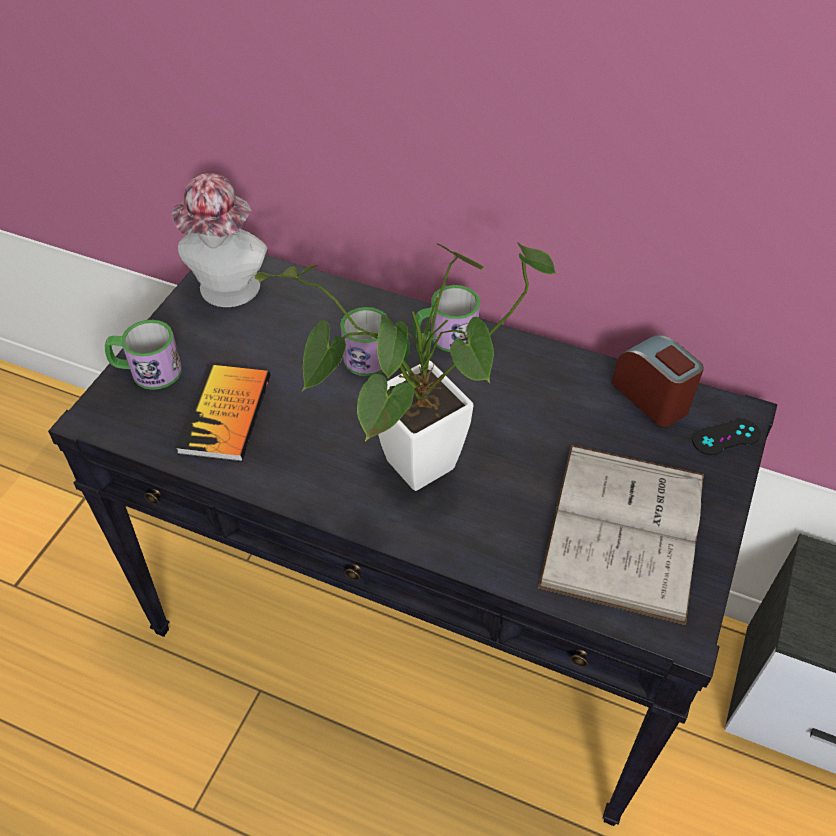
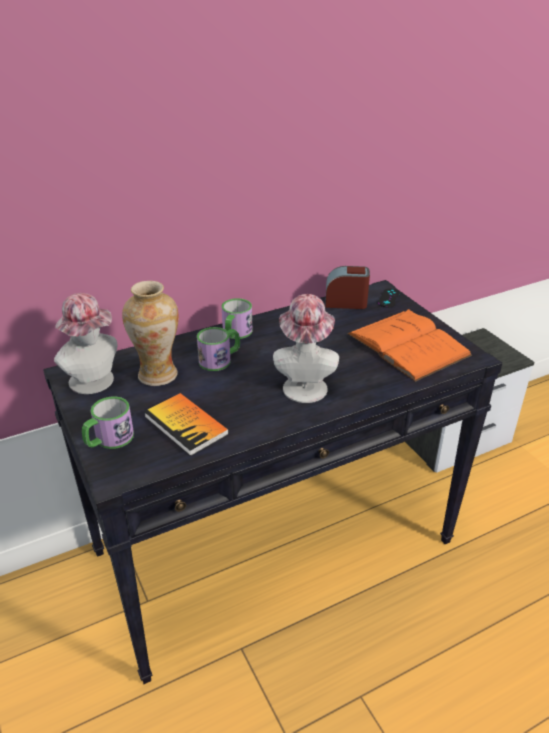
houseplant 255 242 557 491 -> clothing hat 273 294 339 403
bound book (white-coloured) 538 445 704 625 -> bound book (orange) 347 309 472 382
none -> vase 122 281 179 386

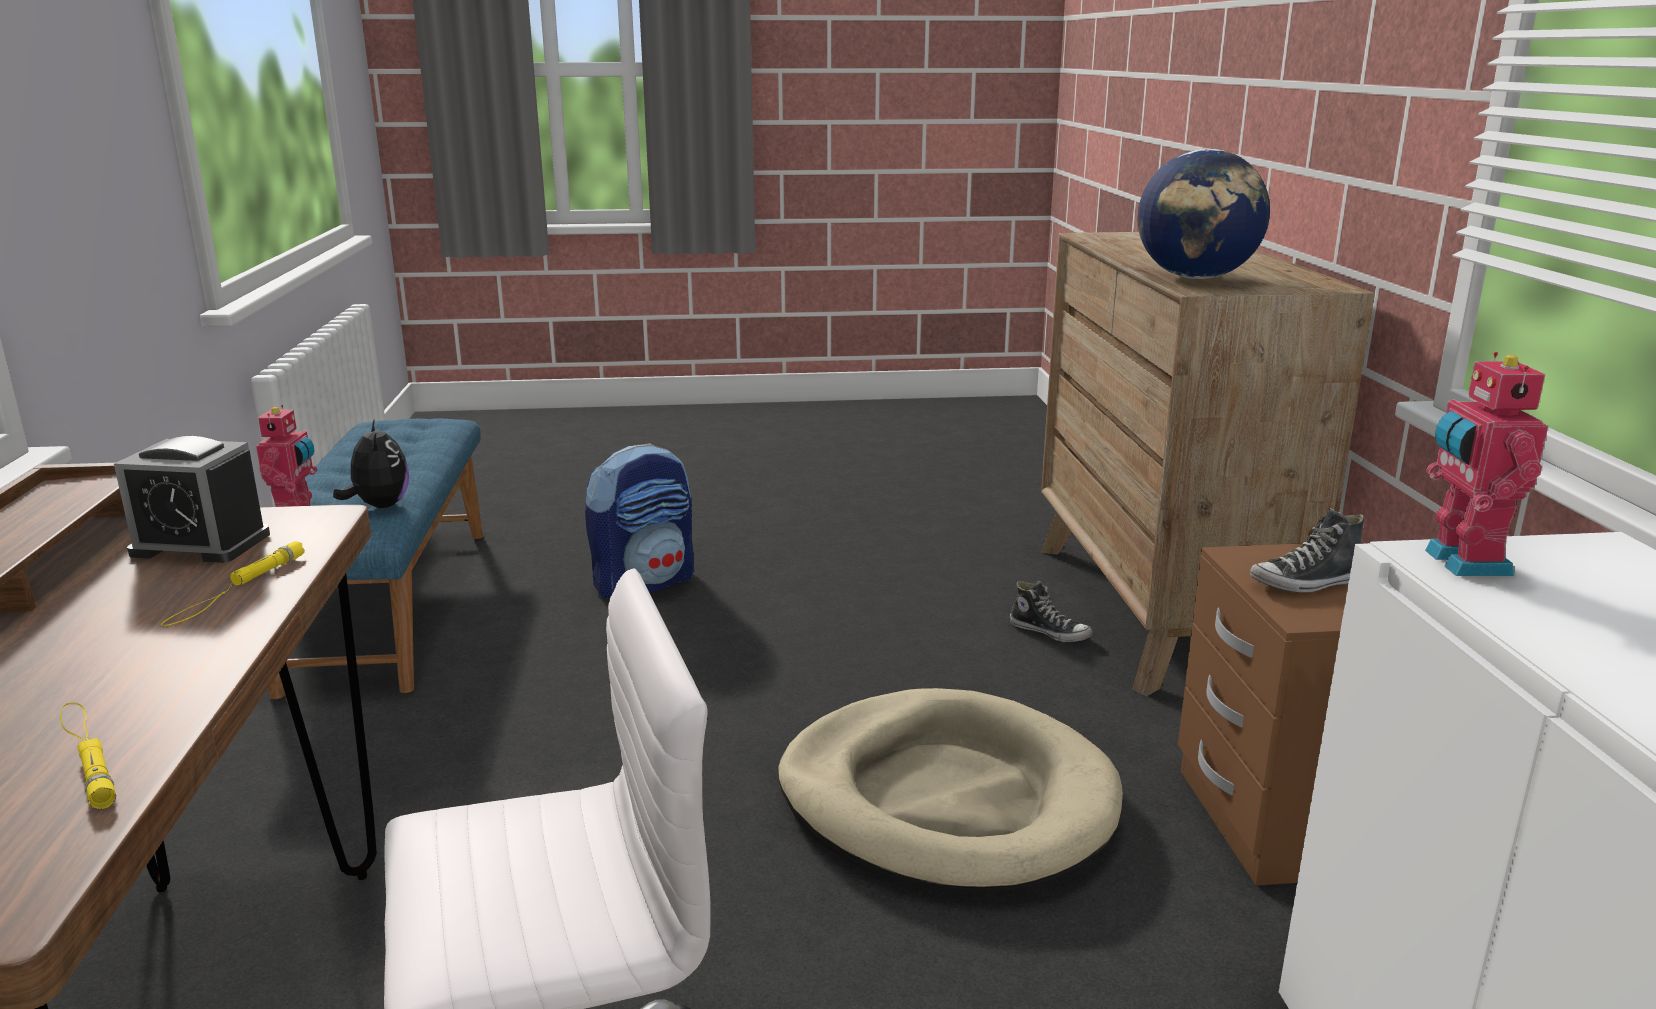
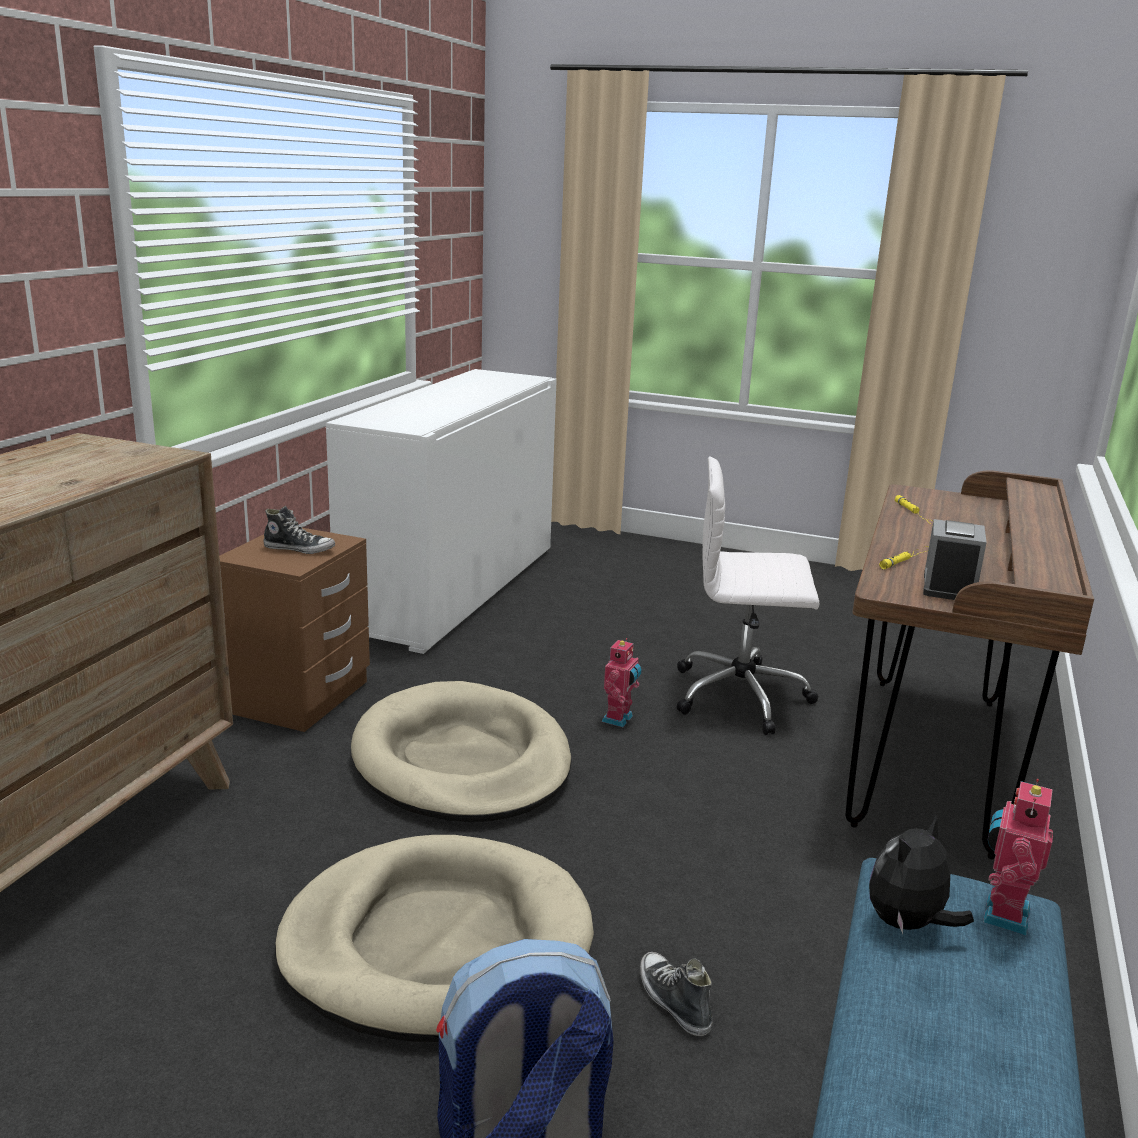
bedside clock 114 436 270 563 -> bedside clock 923 519 987 600, 105 degrees counterclockwise
plush toy 333 419 409 508 -> plush toy 869 815 974 934, 45 degrees clockwise
item of footwear 1010 581 1093 642 -> item of footwear 640 952 712 1036, relocated
world globe 1137 149 1270 279 -> none
model robot 1425 352 1548 576 -> model robot 602 638 642 727, relocated
none -> dog bed (sand-coloured) 275 835 594 1042

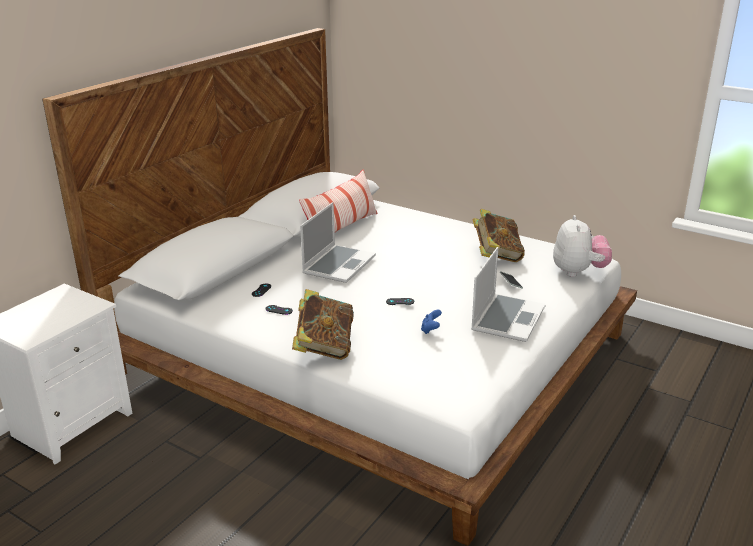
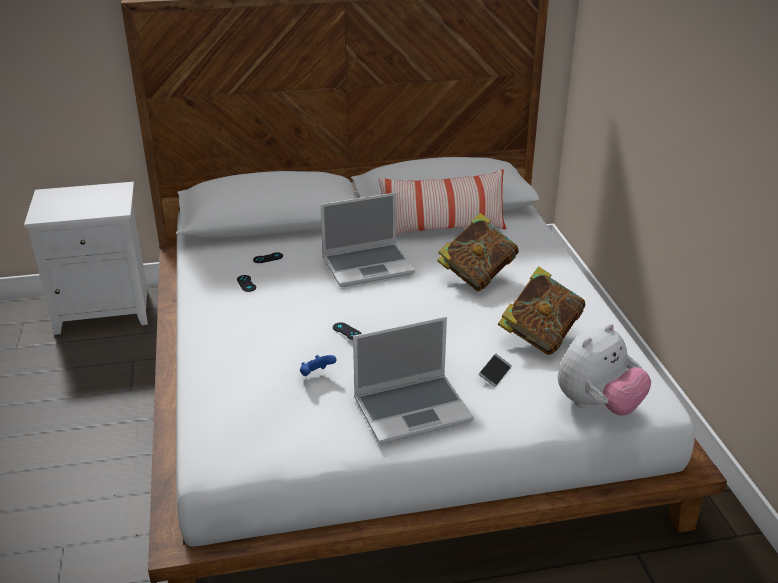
bound book 292 289 354 360 -> bound book 438 213 519 291, relocated

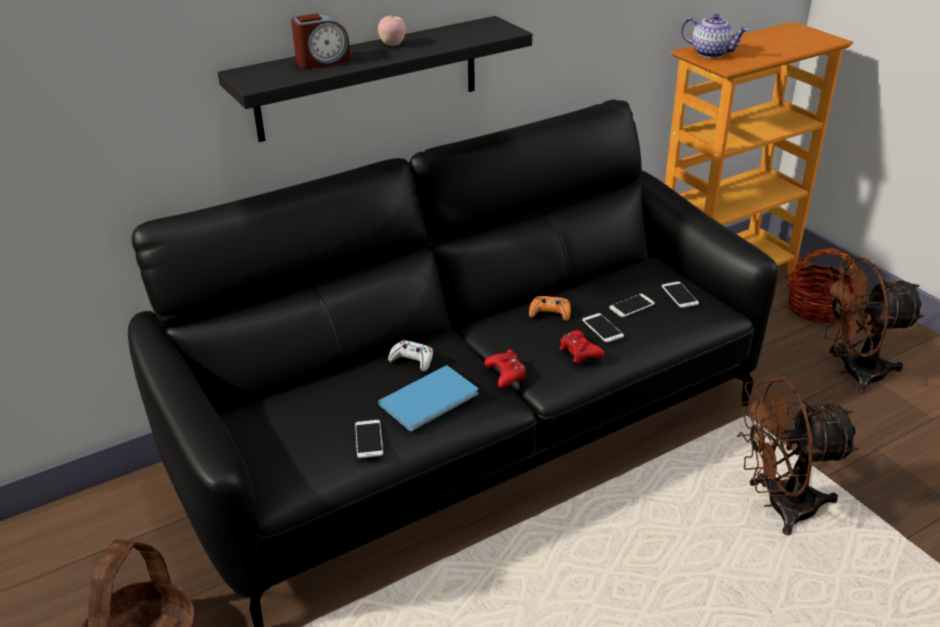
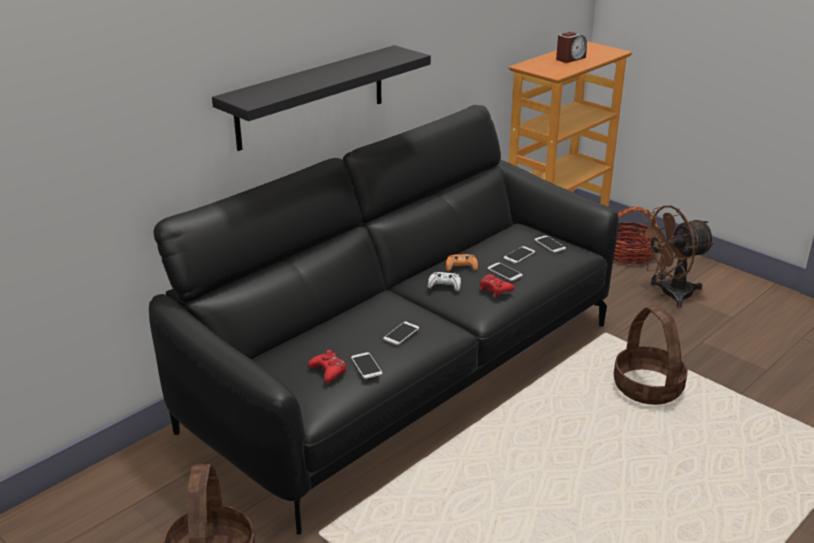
bedside clock 291 14 351 69 -> bedside clock 556 32 587 63, relocated
whole apple 378 12 406 46 -> none
bound book (bluish) 378 365 478 431 -> phone 383 322 419 345
gamepad (white-coloured) 388 340 433 371 -> gamepad (white-coloured) 428 272 461 291, relocated
gamepad (red-coloured) 484 350 526 388 -> gamepad (red-coloured) 308 350 346 383, relocated
teapot 681 14 748 58 -> none
cooling fan (brown) 737 376 859 536 -> household basket 614 305 688 405

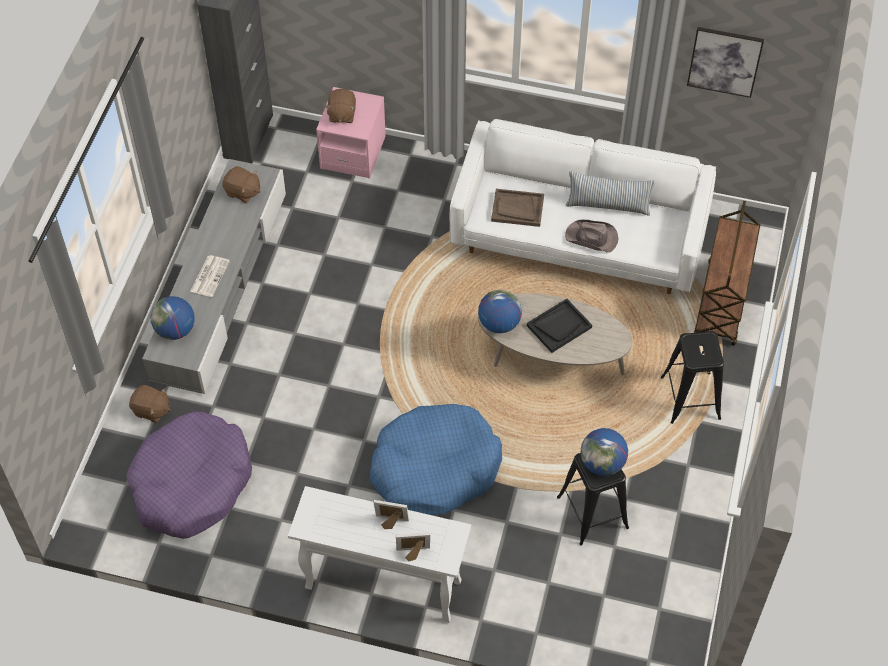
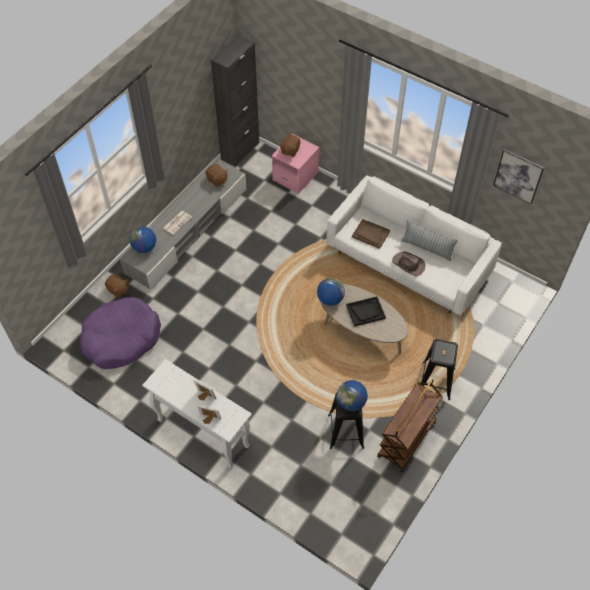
dog bed (bluish) 370 404 502 515 -> none
cart (brown) 694 201 760 346 -> cart (brown) 377 379 443 472, relocated

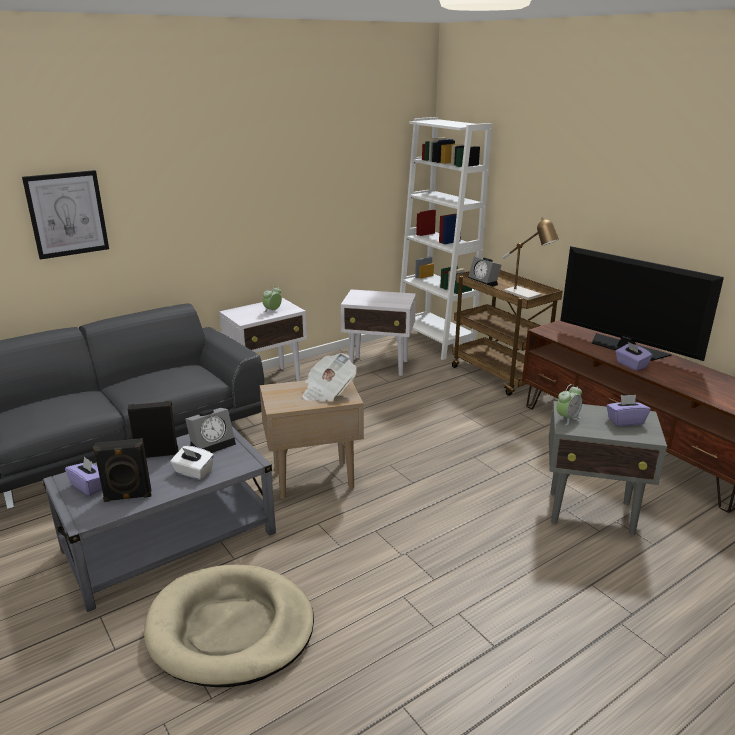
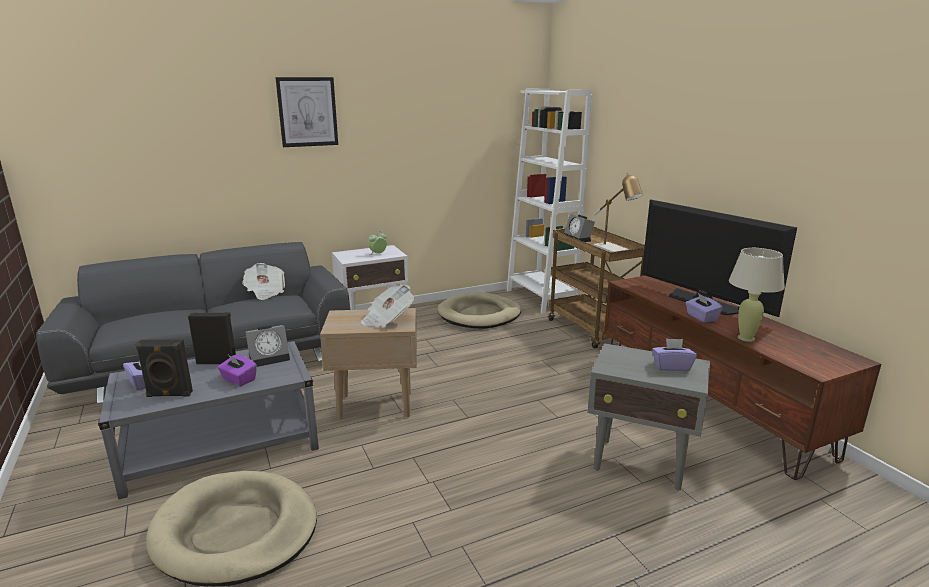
wall art 22 170 109 260 -> wall art 275 77 338 147, relocated
tissue holder (white-coloured) 170 446 214 480 -> tissue holder (purple) 217 355 257 386
end table (white-coloured) 341 289 416 376 -> dog bed (sand-coloured) 438 292 522 328
bedside clock 557 384 582 425 -> none
none -> daily paper 242 263 285 300
none -> lamp for a table (sand-coloured) 729 248 785 342

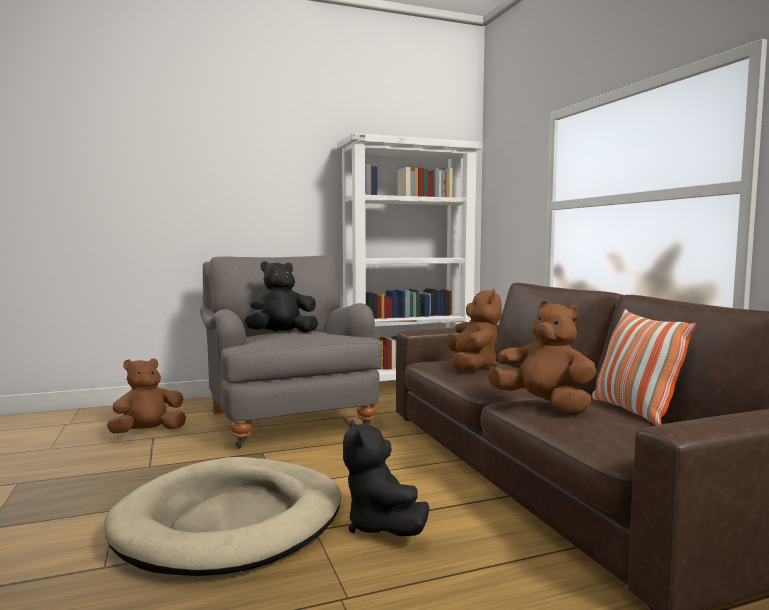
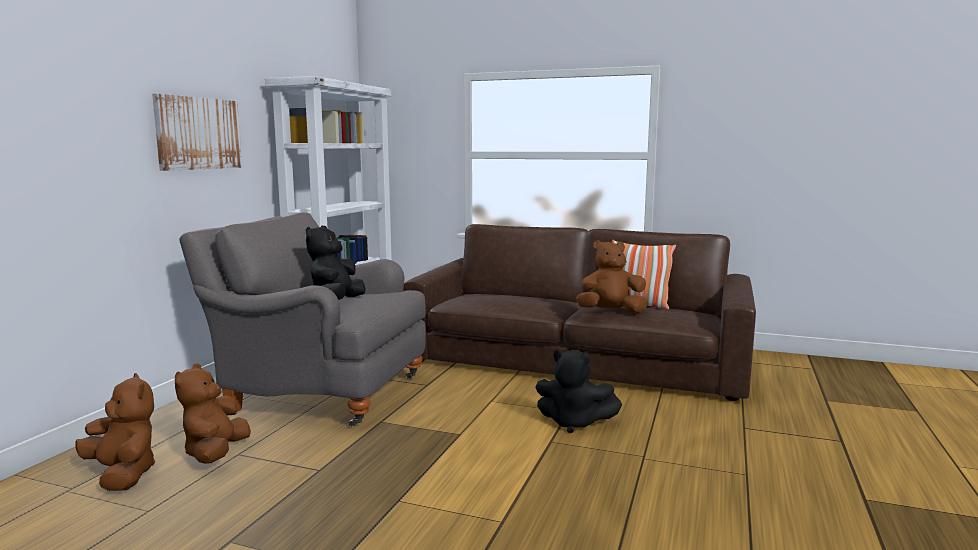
dog bed (sand-coloured) 104 457 341 576 -> none
plush toy (brown) 447 288 502 372 -> plush toy (brown) 75 373 155 491, relocated
none -> wall art 152 94 242 171

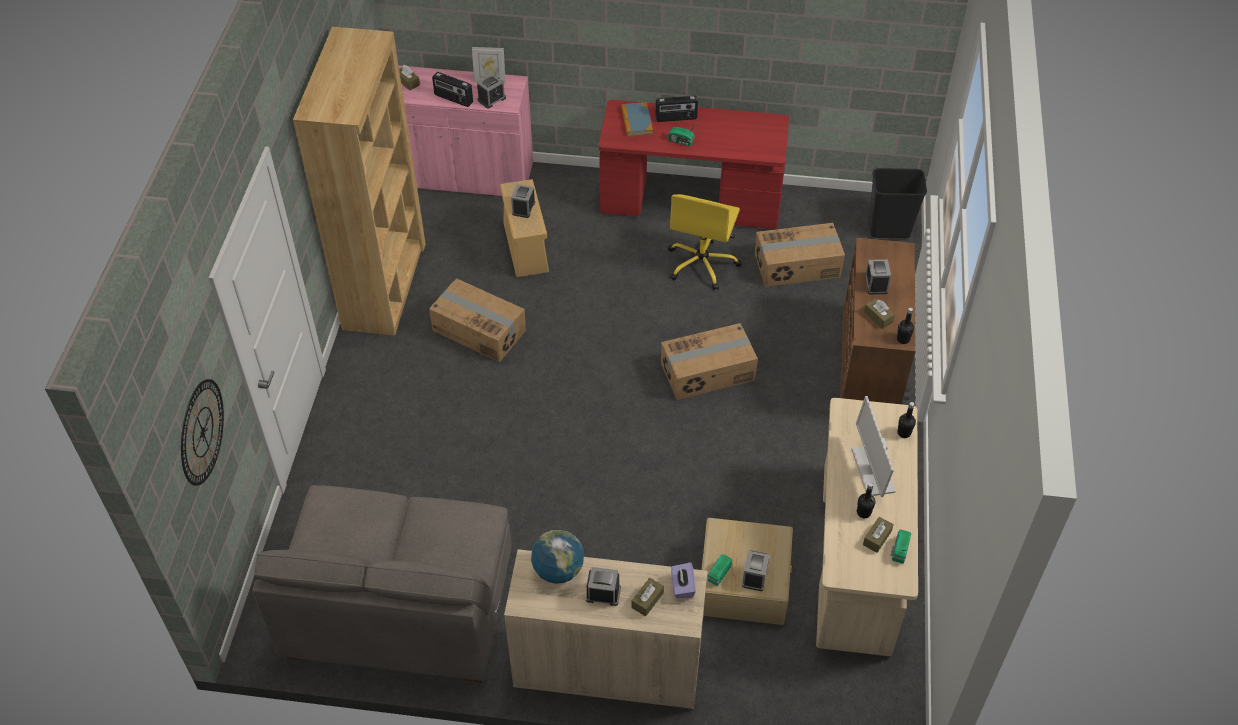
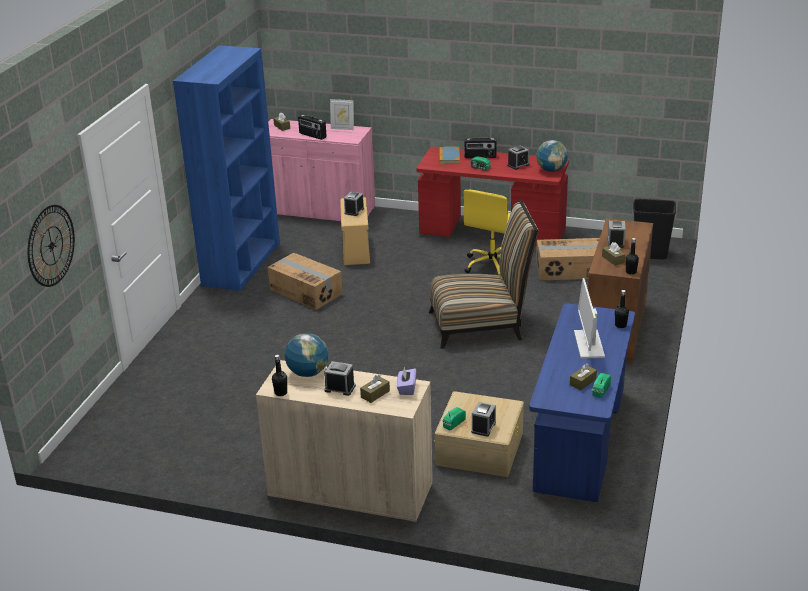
sofa (gray) 252 485 512 683 -> none
shelving unit (brown) 293 27 426 335 -> shelving unit (bluish) 173 45 280 291
bedside clock 477 74 506 109 -> bedside clock 507 145 530 170, relocated
carton 661 323 758 400 -> chair 429 200 539 349
desk unit (sand-coloured) 816 398 918 657 -> desk unit (bluish) 529 303 635 502
beverage bottle (black) 857 482 876 518 -> beverage bottle (black) 272 355 287 396, relocated
none -> world globe 536 140 568 172

